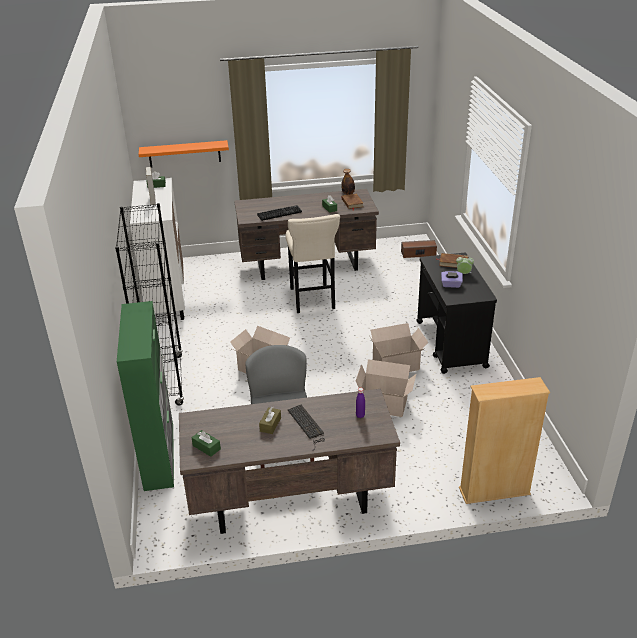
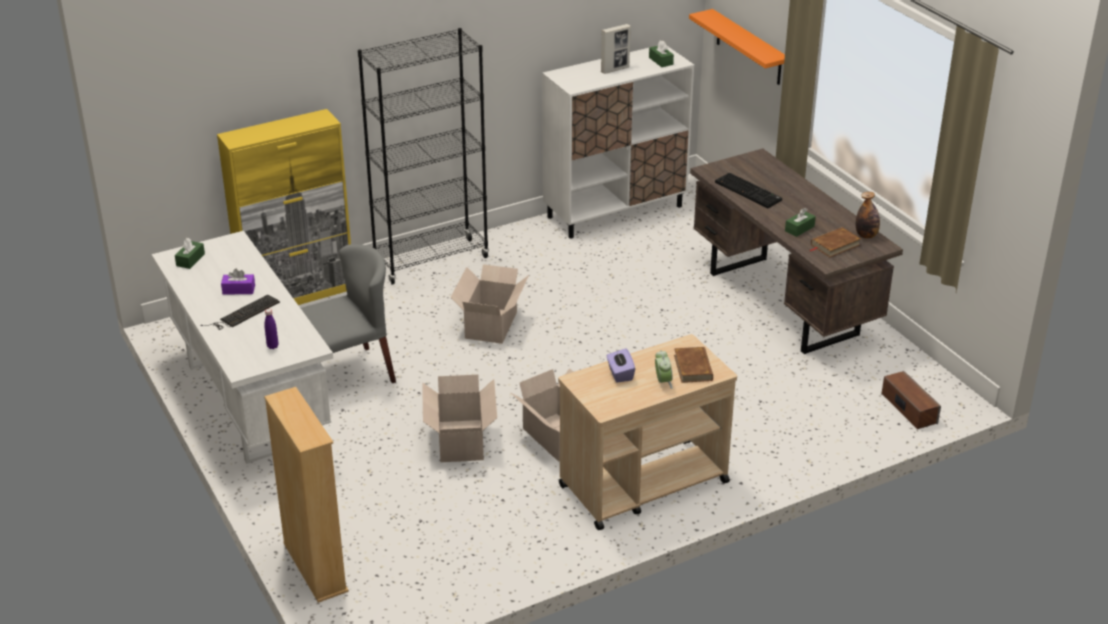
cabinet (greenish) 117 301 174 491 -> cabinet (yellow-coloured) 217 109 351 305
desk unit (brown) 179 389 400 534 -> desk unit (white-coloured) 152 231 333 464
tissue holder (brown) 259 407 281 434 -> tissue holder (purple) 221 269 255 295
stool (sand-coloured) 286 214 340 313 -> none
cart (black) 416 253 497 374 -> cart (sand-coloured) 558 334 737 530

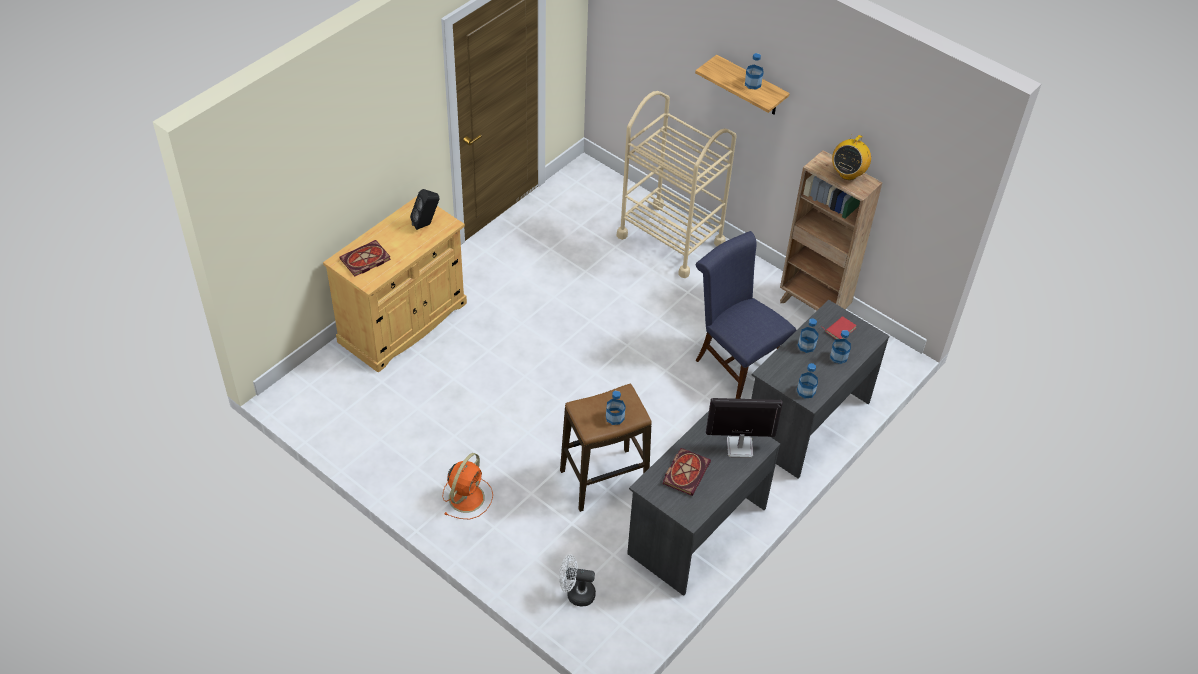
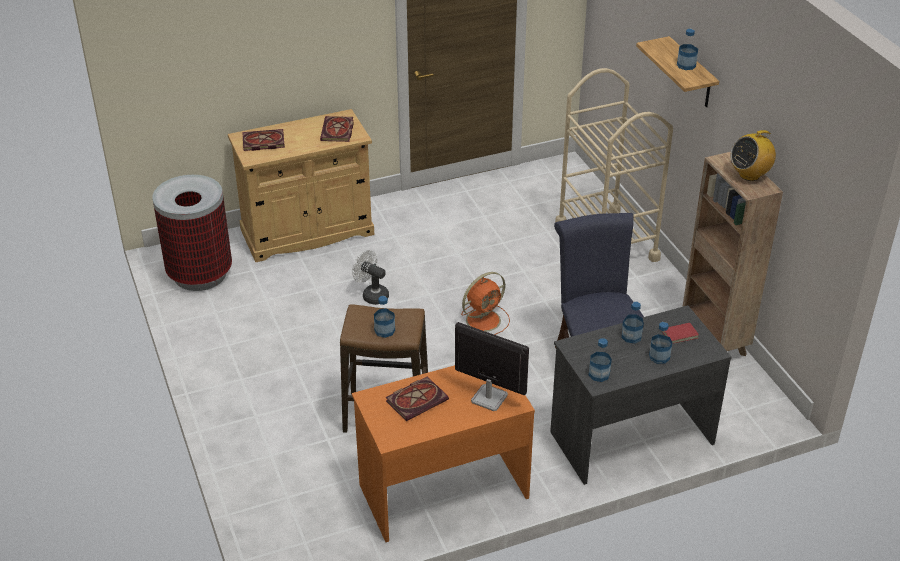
audio speaker (black) 410 189 439 230 -> bound book 320 116 354 142
cooling fan (orange) 442 453 493 520 -> cooling fan (orange) 461 272 510 335, relocated
cooling fan (white-coloured) 559 554 596 606 -> cooling fan (white-coloured) 352 250 389 305, relocated
desk unit (gray) 627 411 780 596 -> desk unit (orange) 352 365 535 542
none -> waste bin 152 175 232 291

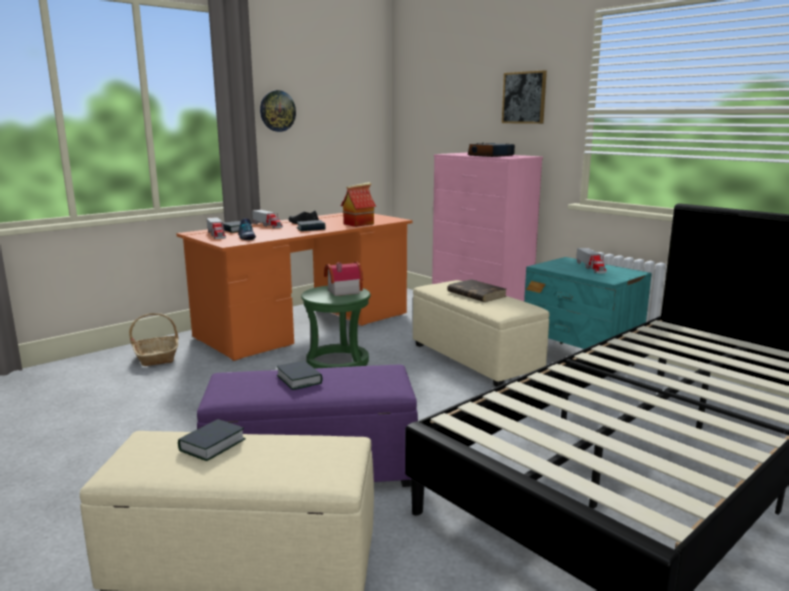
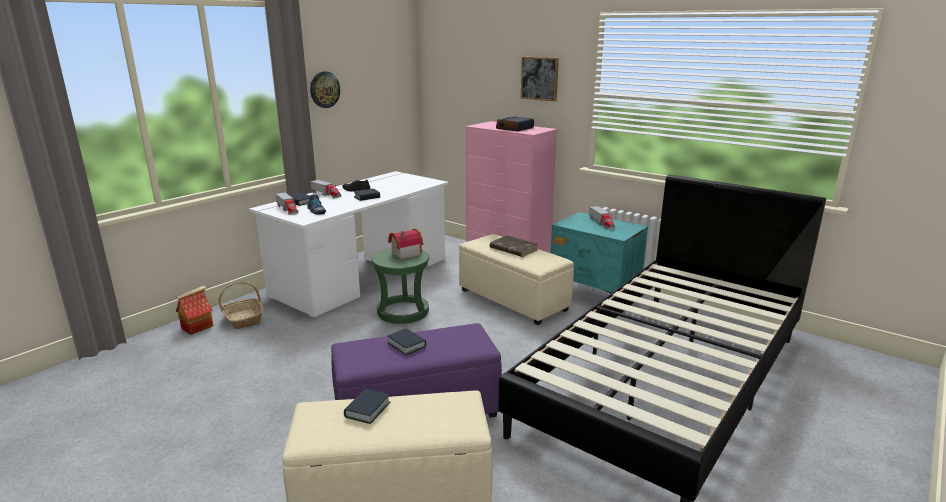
desk unit (orange) 176 213 413 361 -> desk unit (white-coloured) 249 171 448 318
toy house 341 182 376 227 -> toy house 176 286 213 335, relocated

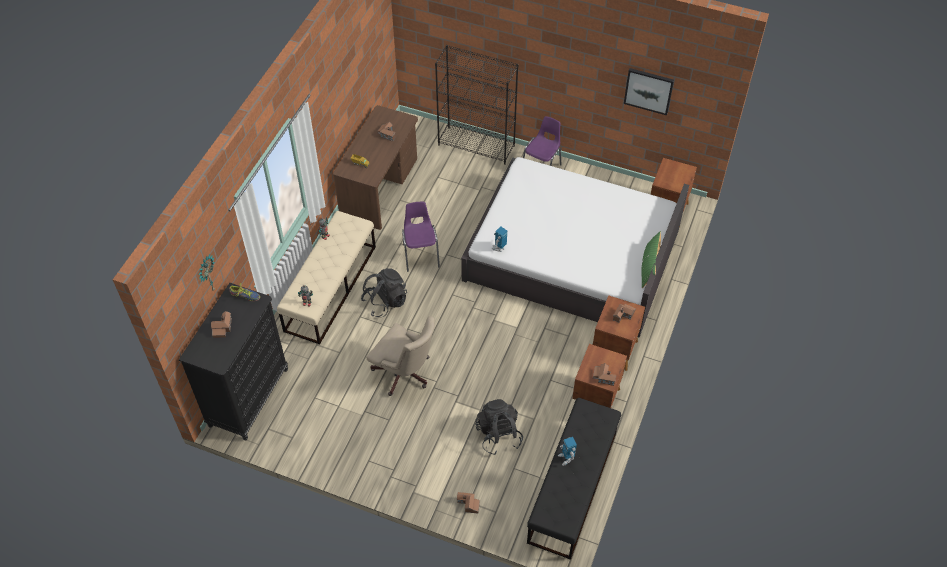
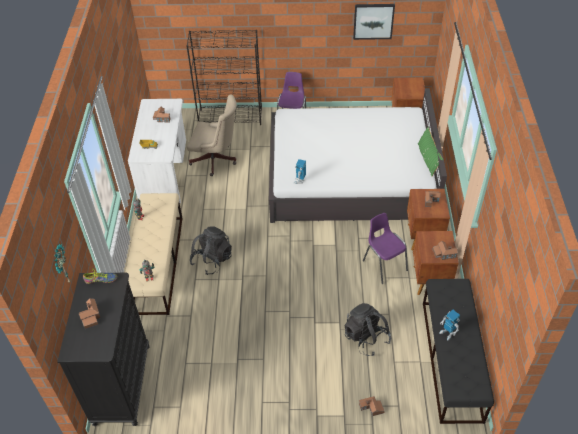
desk unit (brown) 333 105 418 230 -> desk unit (white-coloured) 128 99 186 203
computer chair (sand-coloured) 366 316 435 396 -> computer chair (sand-coloured) 187 95 237 176, relocated
chair (purple) 402 202 440 272 -> chair (purple) 363 213 408 284, relocated

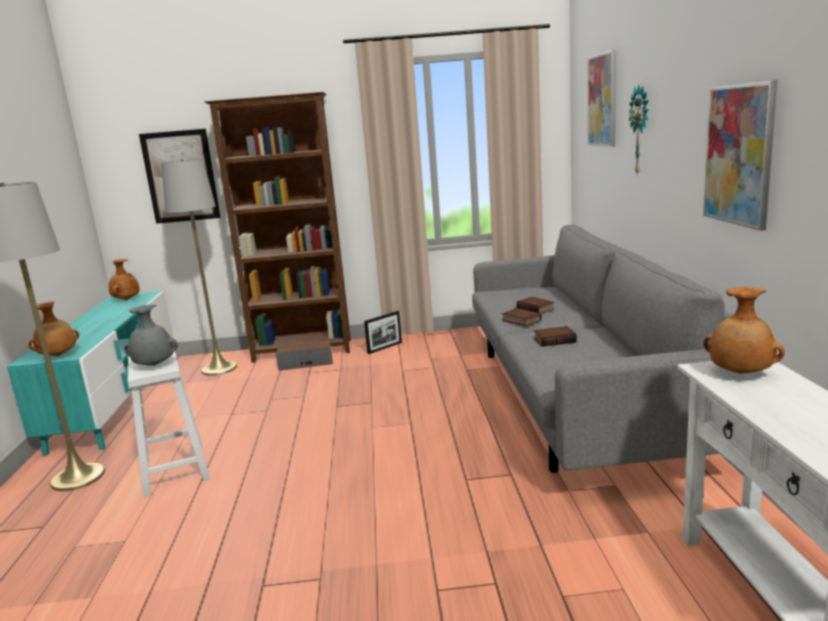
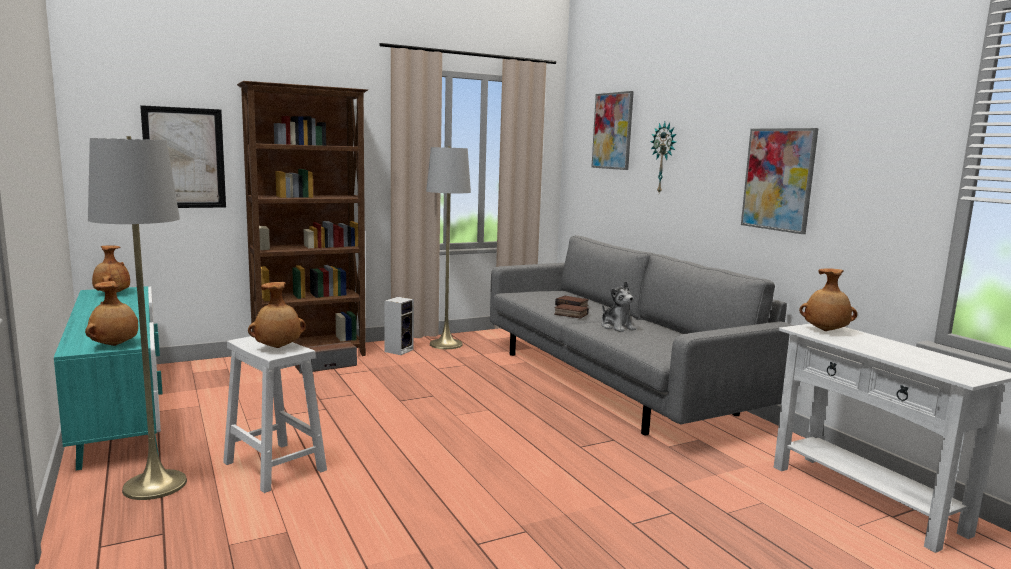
vase (gray) 124 304 178 366 -> vase (brown) 248 282 306 348
standard lamp (gray) 161 159 237 376 -> standard lamp (gray) 426 146 471 349, relocated
standing frame 364 311 402 354 -> audio speaker 384 297 414 355
bound book 534 326 577 347 -> plush toy 602 281 636 332

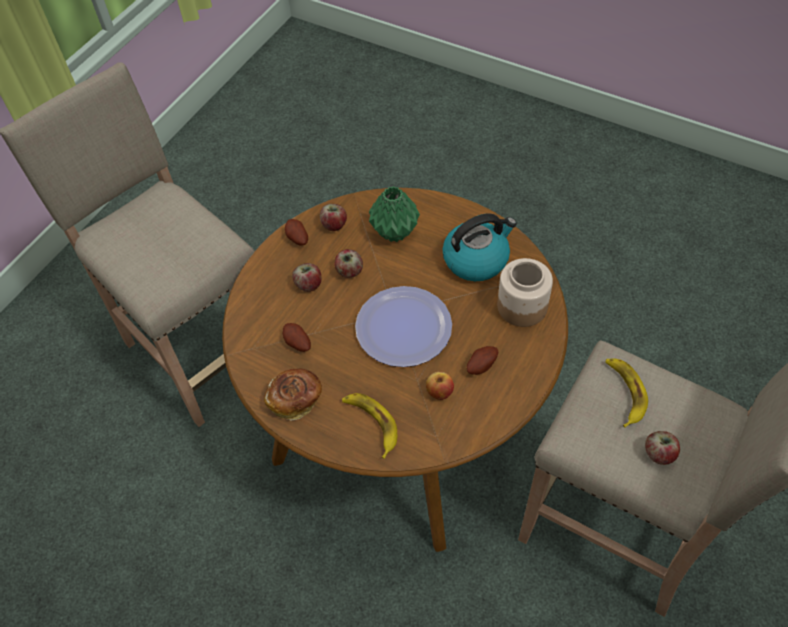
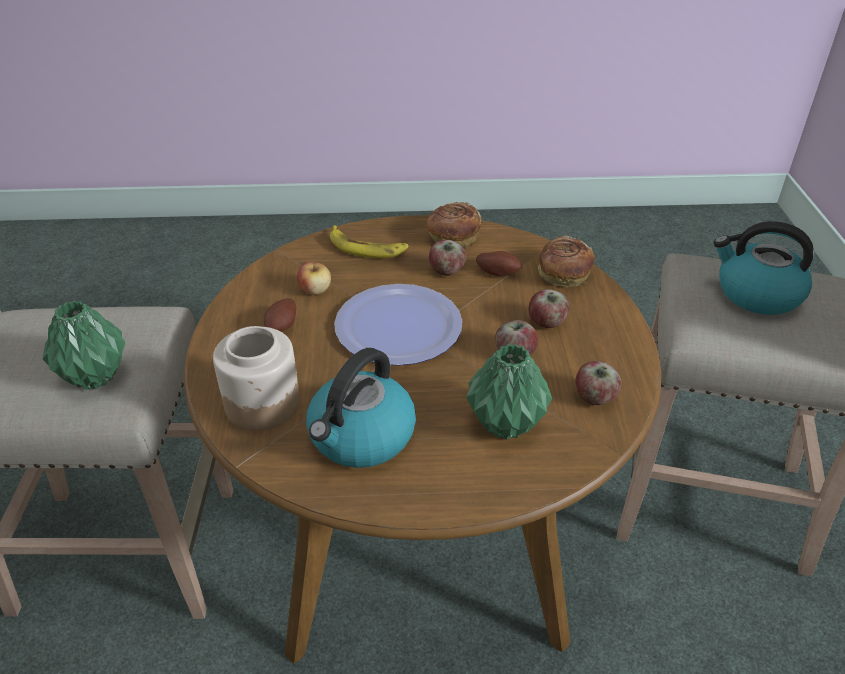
whole potato 285 219 308 245 -> none
whole banana 605 358 648 428 -> vase (greenish) 43 301 125 390
whole apple 645 431 680 465 -> whole apple 429 240 466 276, relocated
none -> baked bread 538 235 595 288
none -> tea kettle 714 221 814 315

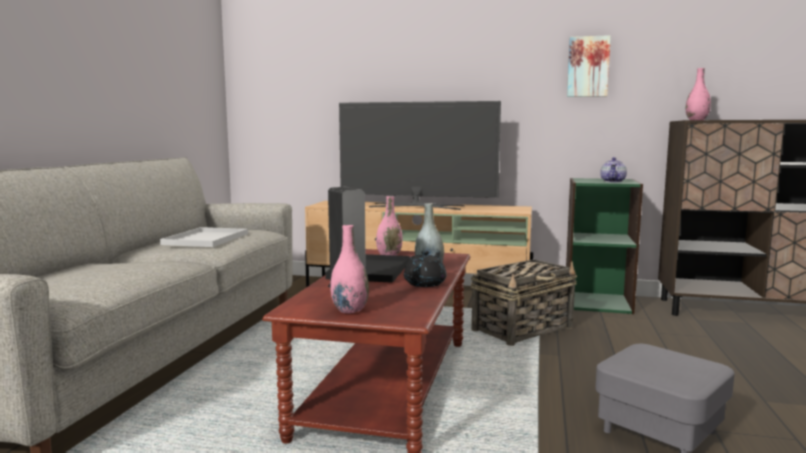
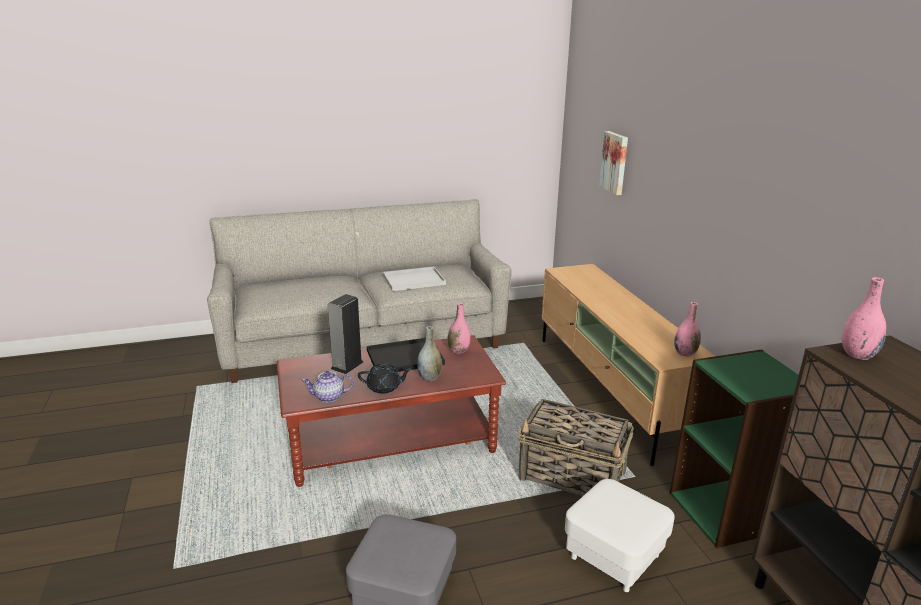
vase (pink-coloured) 330 225 369 314 -> vase (pink-coloured) 674 302 701 357, relocated
television 339 101 501 210 -> none
wall art 567 35 611 97 -> wall art 599 131 628 195, relocated
teapot 600 157 627 182 -> teapot 302 371 354 402, relocated
none -> footrest (white-coloured) 565 479 675 592

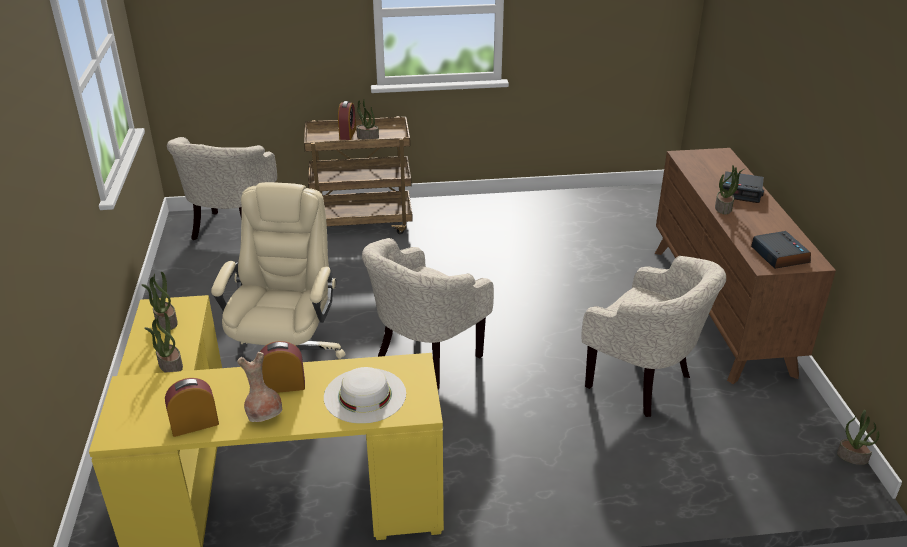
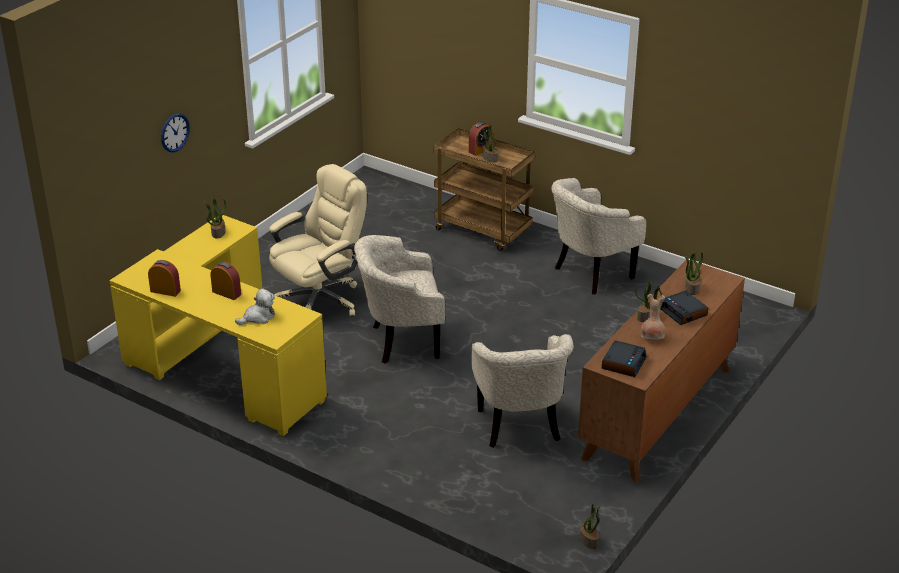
houseplant 144 313 183 372 -> houseplant 684 252 703 295, relocated
lounge chair (sand-coloured) 167 137 277 240 -> lounge chair (sand-coloured) 551 178 646 295, relocated
vase (brown) 237 352 283 422 -> vase (brown) 641 294 665 339, relocated
clothing hat (white-coloured) 324 367 406 424 -> plush toy 235 288 275 325
none -> hanging clock 161 113 190 152

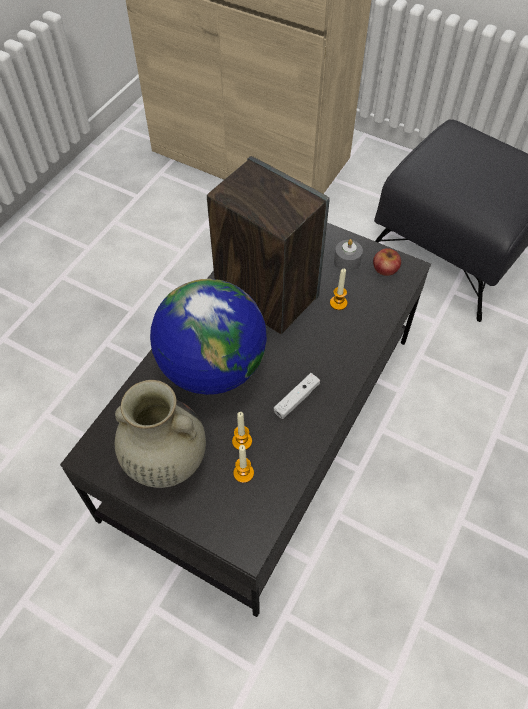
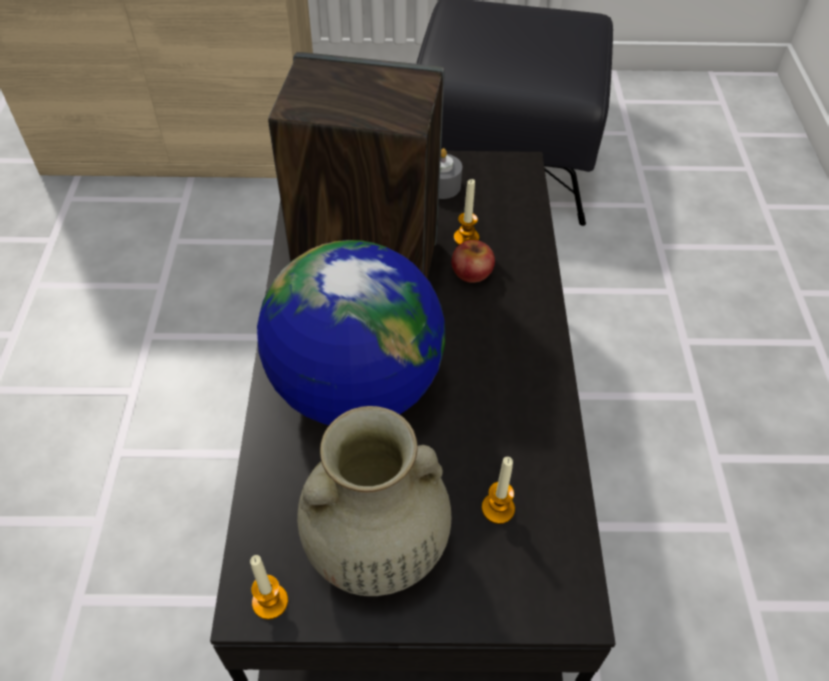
wax candle 232 412 252 450 -> wax candle 250 555 288 620, relocated
gamepad (white-coloured) 274 373 320 419 -> none
whole apple 373 248 401 276 -> whole apple 451 240 495 283, relocated

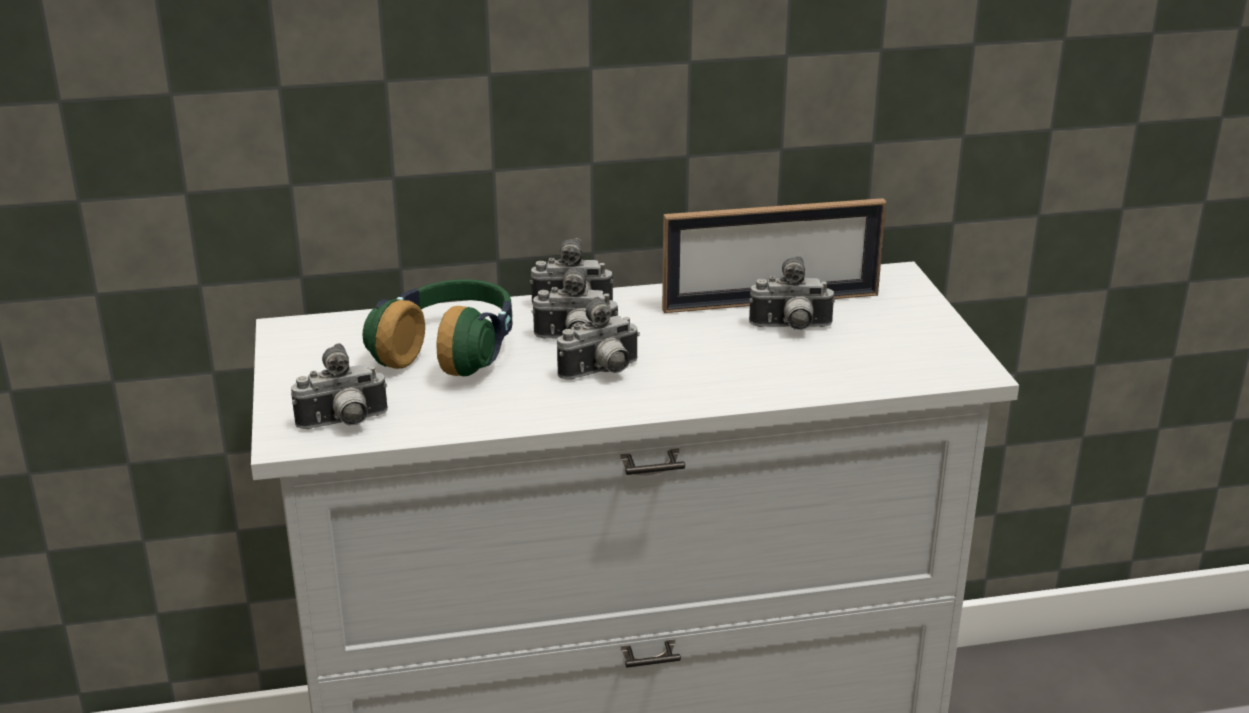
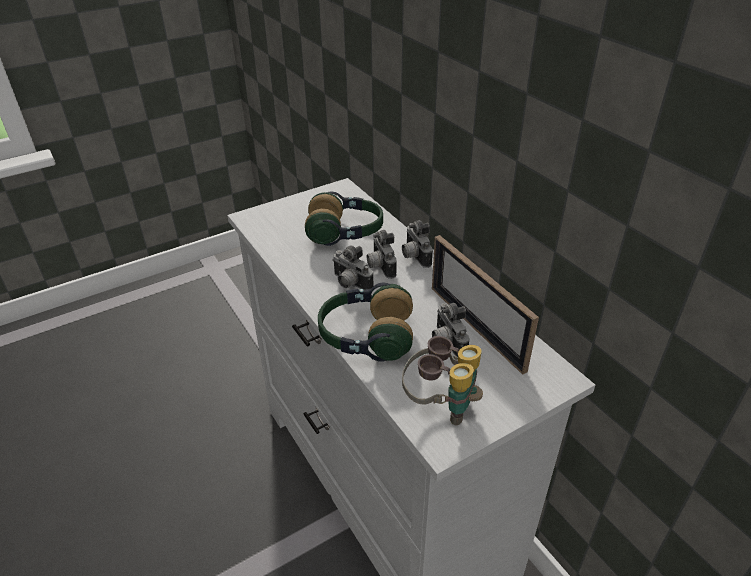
still camera 291 343 388 429 -> none
none -> headset 318 282 413 361
none -> field glasses 402 336 483 425

